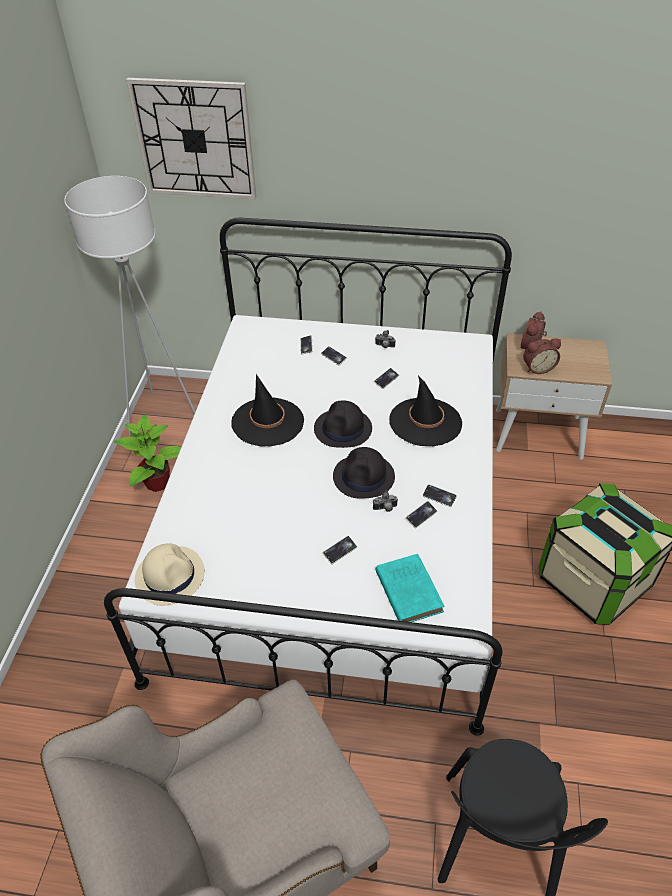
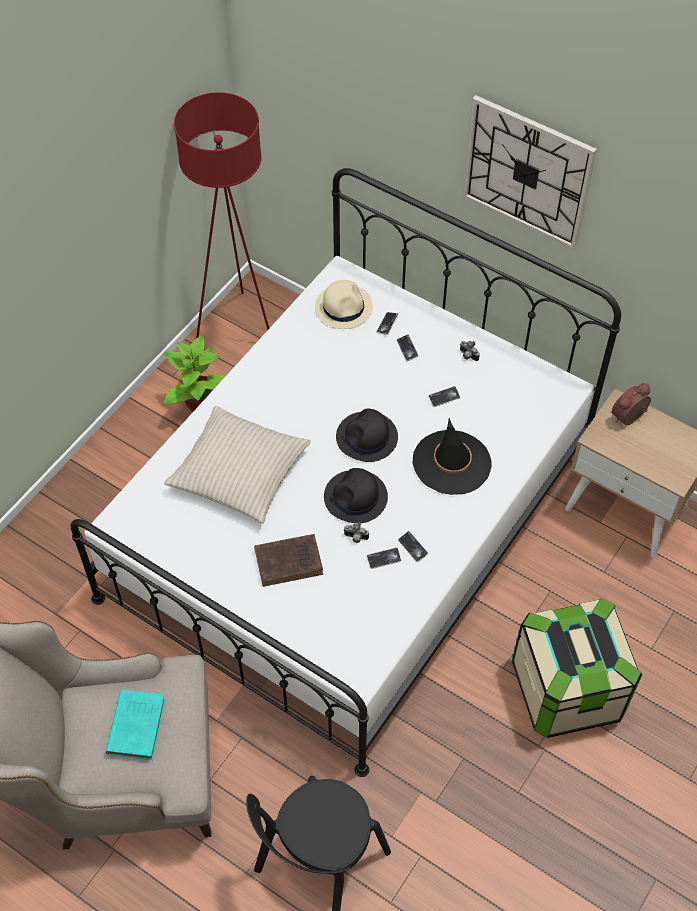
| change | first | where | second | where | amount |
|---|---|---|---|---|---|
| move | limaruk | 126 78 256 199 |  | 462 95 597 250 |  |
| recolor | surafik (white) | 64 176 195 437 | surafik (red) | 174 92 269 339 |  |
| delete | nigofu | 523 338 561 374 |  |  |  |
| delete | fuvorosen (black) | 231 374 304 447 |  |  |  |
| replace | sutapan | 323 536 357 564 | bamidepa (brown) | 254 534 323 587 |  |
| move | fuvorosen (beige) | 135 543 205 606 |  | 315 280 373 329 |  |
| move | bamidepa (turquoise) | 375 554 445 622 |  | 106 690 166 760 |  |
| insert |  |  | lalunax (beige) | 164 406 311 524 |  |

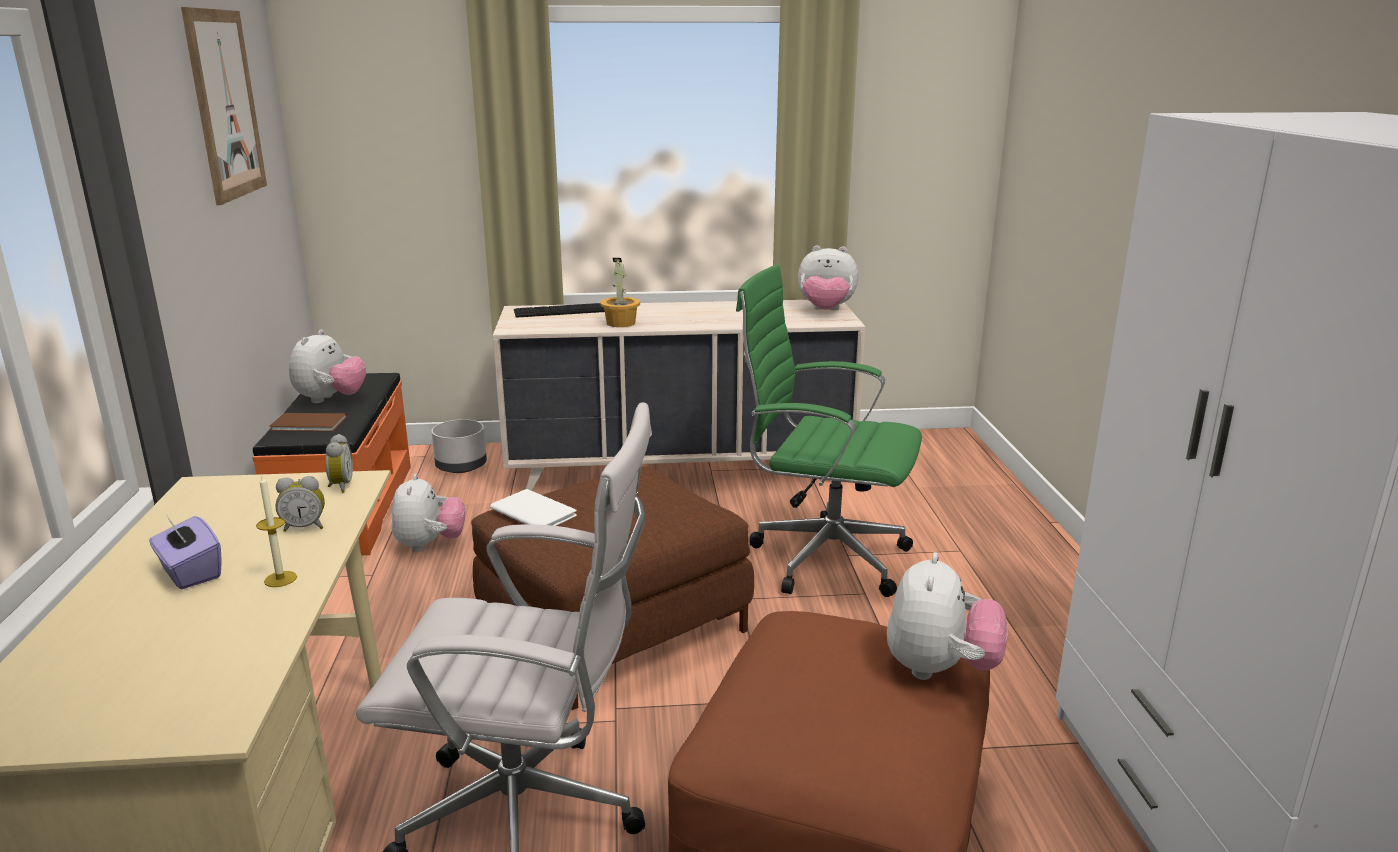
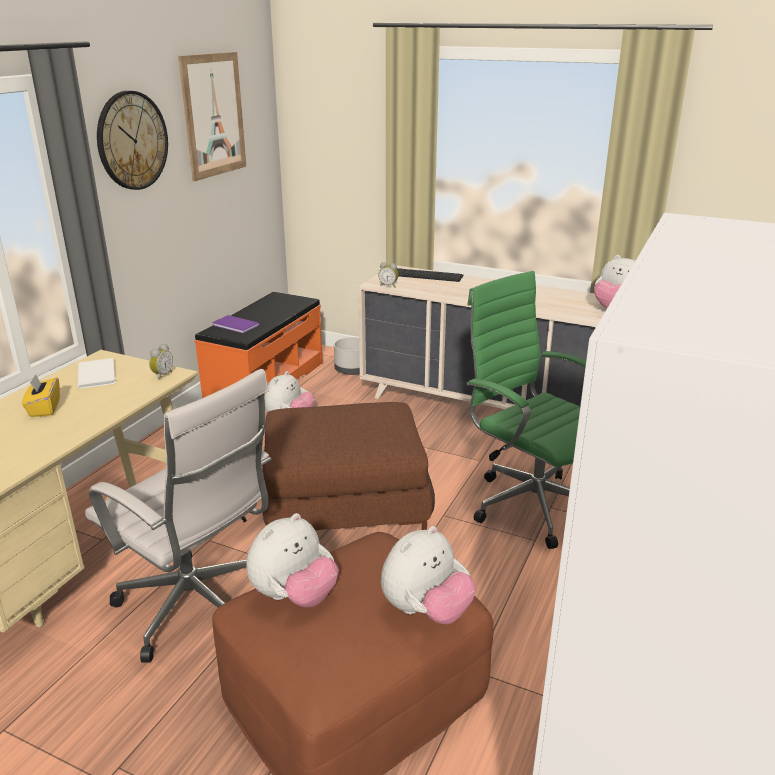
| change | first | where | second | where | amount |
|---|---|---|---|---|---|
| delete | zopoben | 600 258 640 327 |  |  |  |
| move | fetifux | 289 329 366 403 |  | 246 513 339 607 |  |
| recolor | bamidepa (brown) | 269 413 347 432 | bamidepa (purple) | 212 315 260 333 |  |
| delete | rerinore | 256 476 297 587 |  |  |  |
| move | nigofu | 276 476 325 532 |  | 378 262 398 288 |  |
| move | bamidepa (white) | 490 489 577 526 |  | 78 358 116 389 |  |
| recolor | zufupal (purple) | 149 516 222 589 | zufupal (yellow) | 22 374 60 417 |  |
| insert |  |  | limaruk | 97 91 168 190 |  |

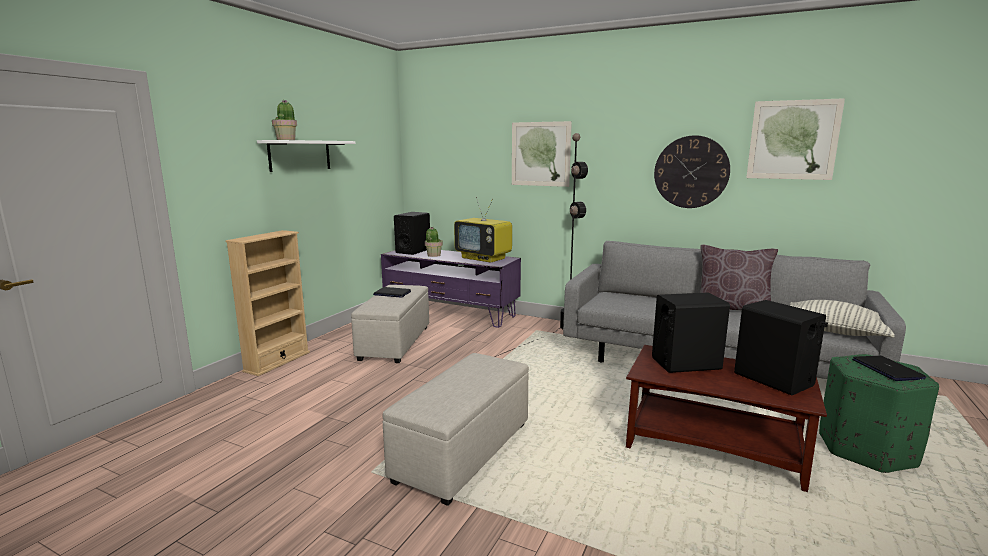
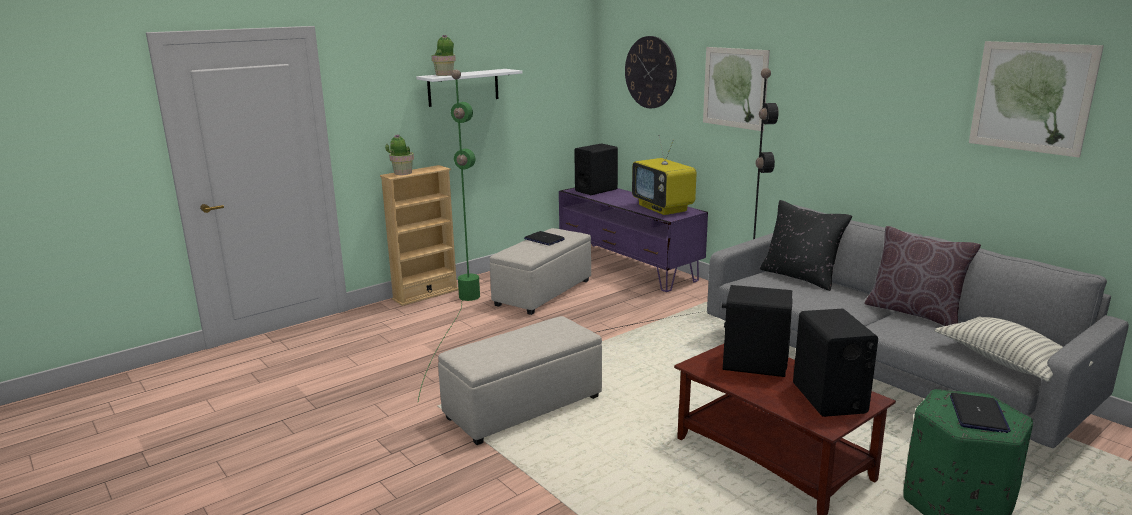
| change | first | where | second | where | amount |
|---|---|---|---|---|---|
| move | limaruk | 654 135 730 208 |  | 625 36 677 108 |  |
| move | zopoben | 425 227 443 257 |  | 385 134 414 175 |  |
| insert |  |  | surafik (green) | 418 70 480 401 |  |
| insert |  |  | lalunax (black) | 760 200 852 291 |  |

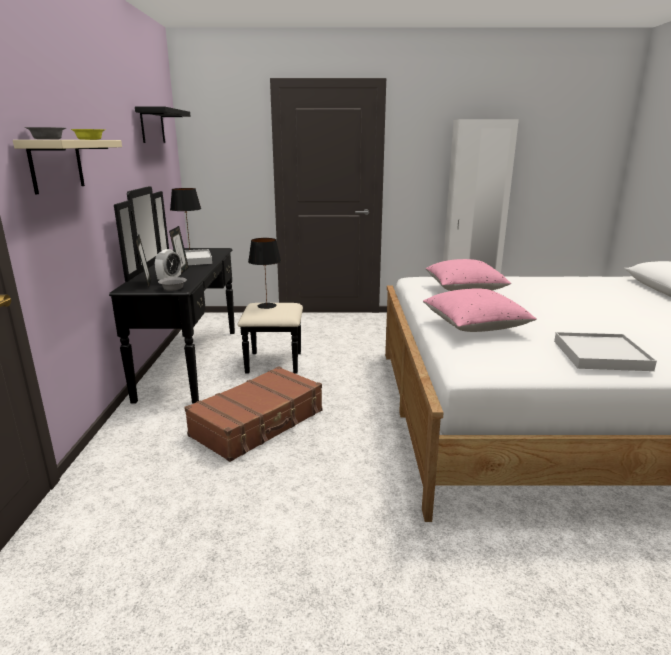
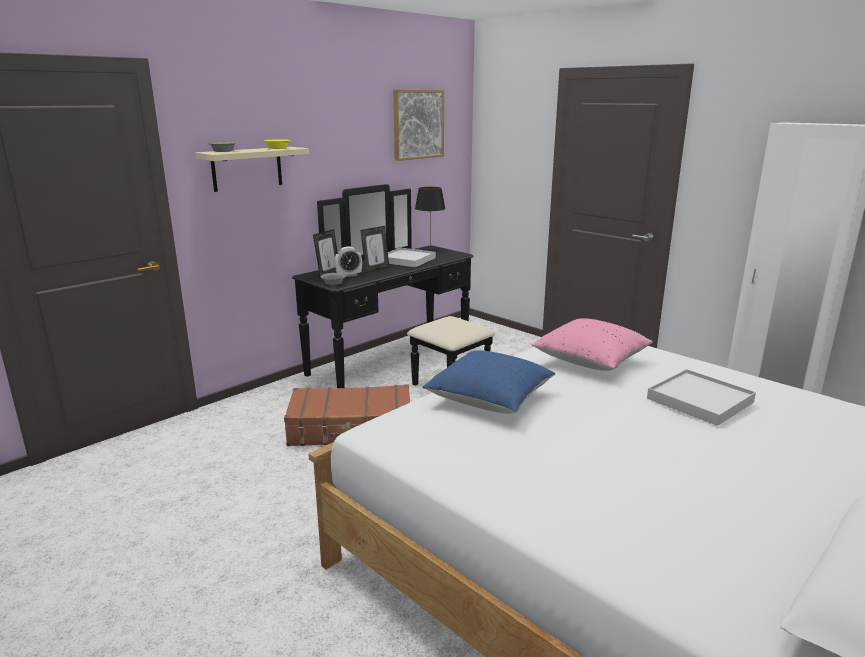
| change | first | where | second | where | amount |
|---|---|---|---|---|---|
| replace | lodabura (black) | 135 106 190 143 | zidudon | 393 90 444 161 |  |
| delete | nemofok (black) | 248 238 281 309 |  |  |  |
| recolor | lalunax (pink) | 423 288 537 332 | lalunax (blue) | 422 350 555 414 |  |
| move | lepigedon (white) | 554 332 657 371 |  | 647 369 756 426 |  |

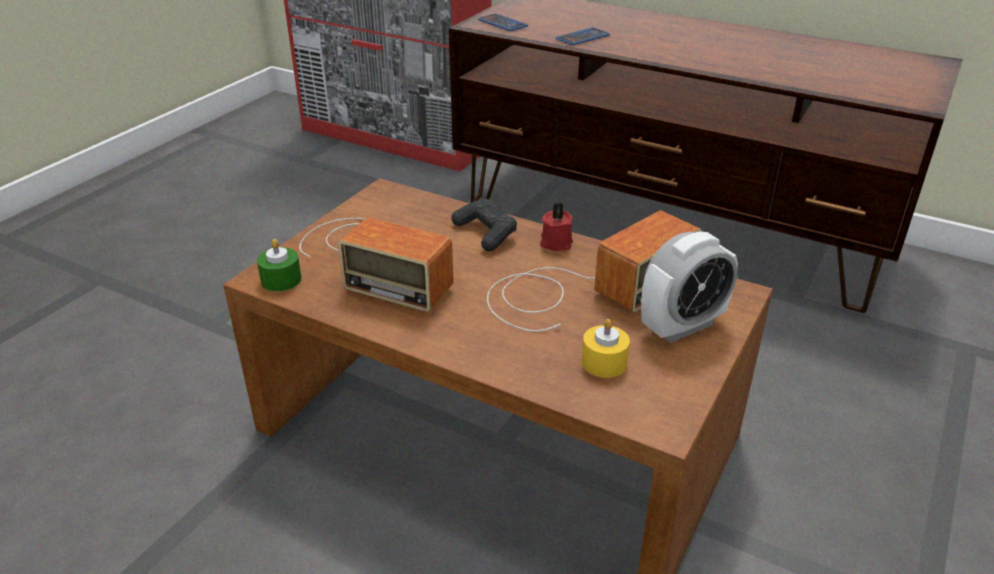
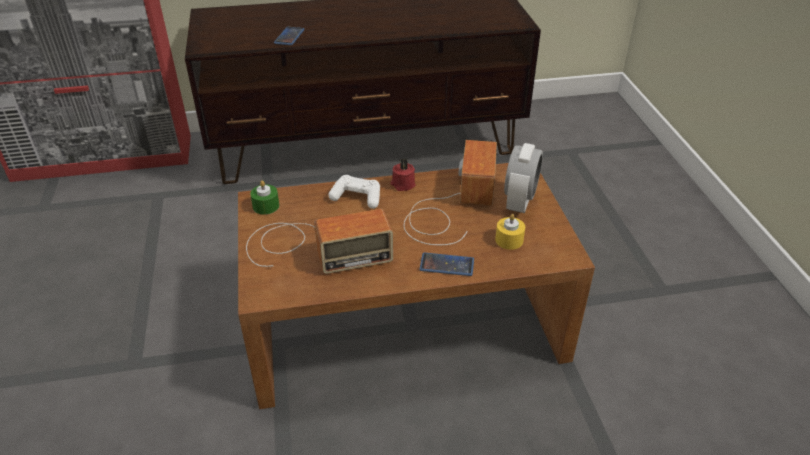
| change | first | where | second | where | amount |
|---|---|---|---|---|---|
| move | sutapan | 478 14 528 31 |  | 419 253 474 276 |  |
| recolor | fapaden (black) | 451 199 517 251 | fapaden (white) | 328 175 380 209 |  |
| move | rerinore (green) | 257 239 302 291 |  | 250 180 279 215 |  |

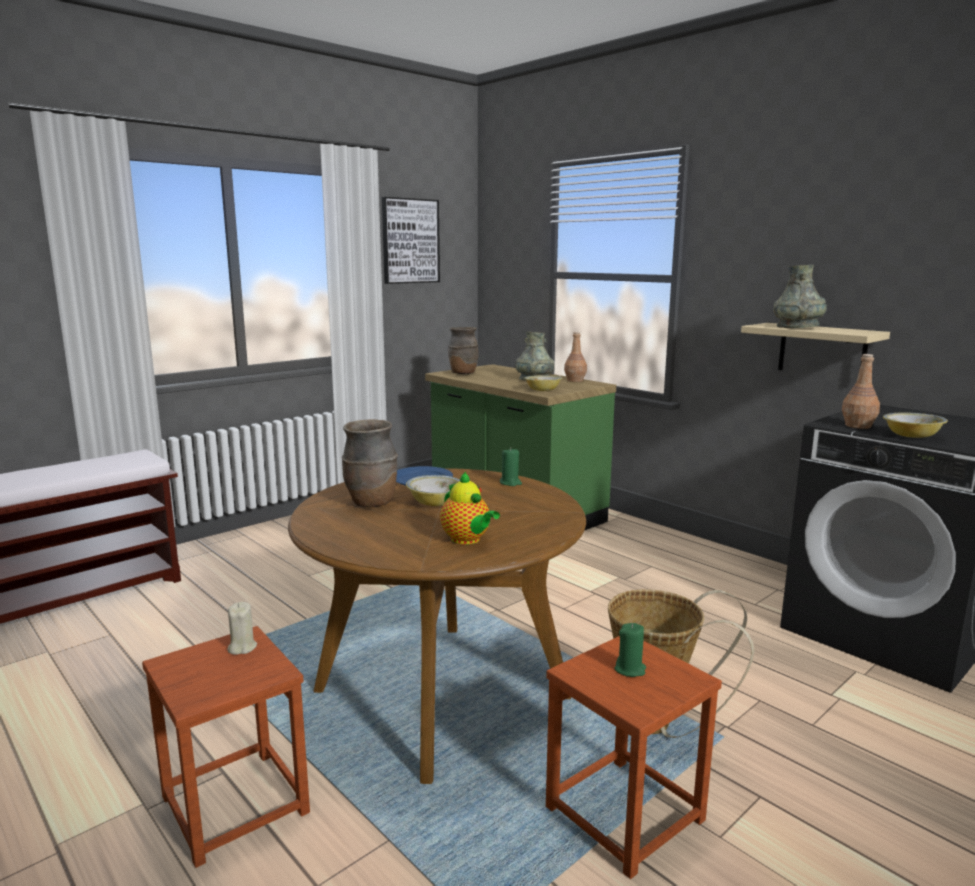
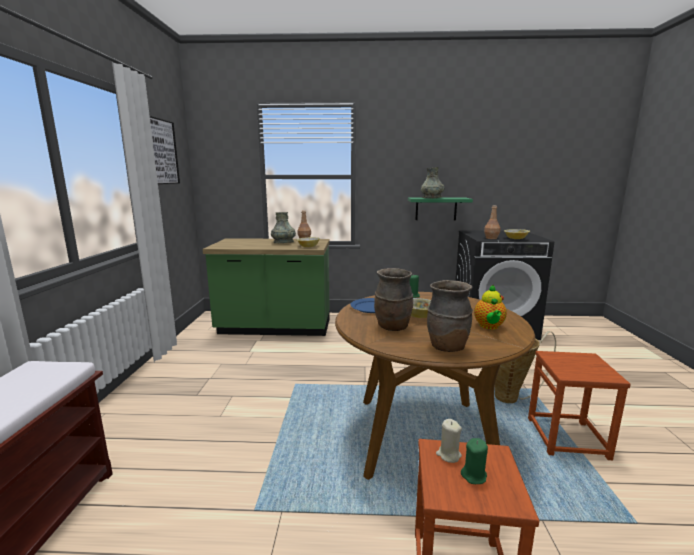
| change | first | where | second | where | amount |
|---|---|---|---|---|---|
| recolor | lodabura (beige) | 741 323 890 370 | lodabura (green) | 408 197 473 221 |  |
| move | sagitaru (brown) | 448 327 479 374 |  | 427 280 473 352 |  |
| rotate | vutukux | 440 472 500 545 |  | 474 285 507 330 | 90 degrees clockwise |
| move | rerinore (green) | 614 623 646 677 |  | 461 438 488 484 |  |

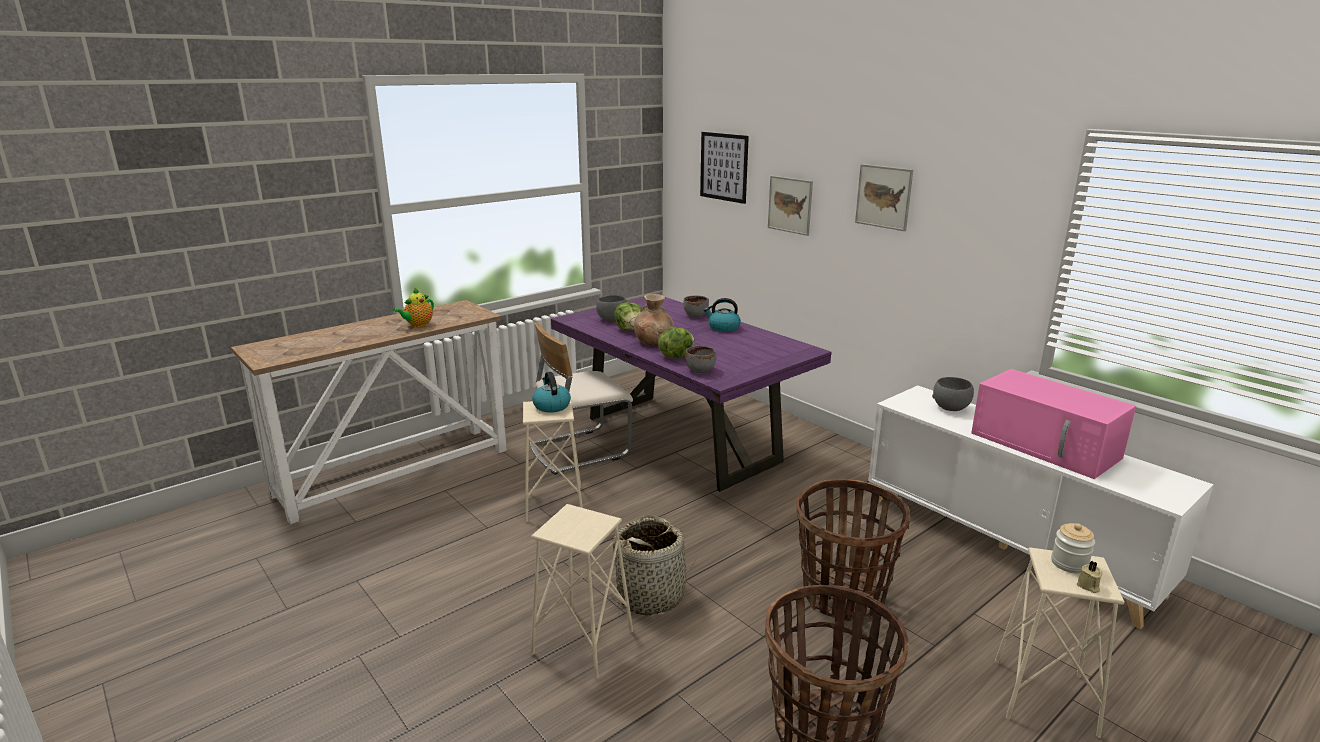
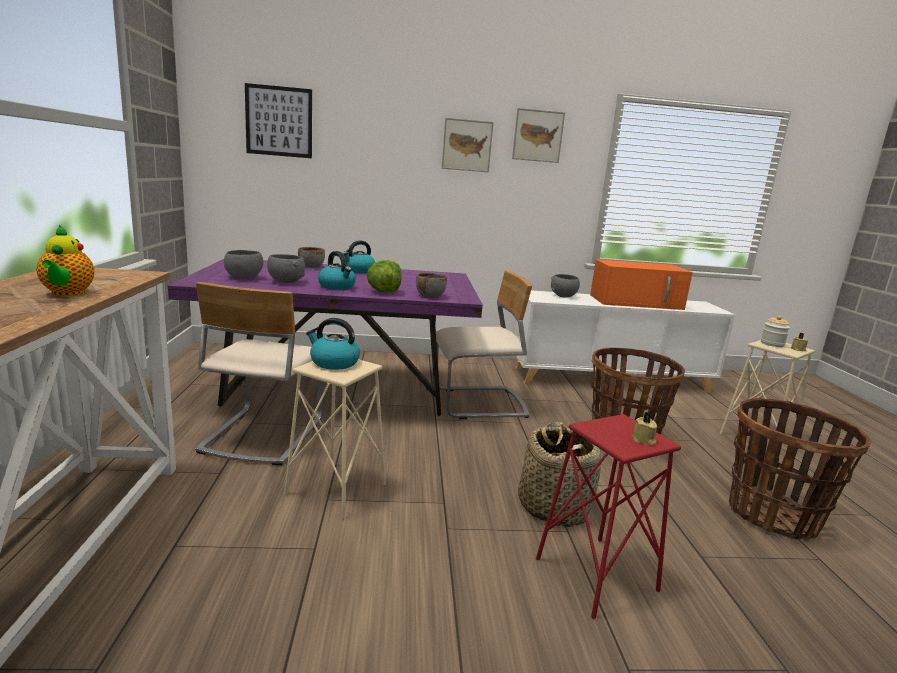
| change | first | where | second | where | amount |
|---|---|---|---|---|---|
| move | zidudon | 768 176 813 236 |  | 512 108 565 163 |  |
| replace | sagitaru (brown) | 634 294 674 346 | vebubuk | 318 251 356 290 |  |
| replace | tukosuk | 614 302 643 331 | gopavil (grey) | 267 254 306 283 |  |
| recolor | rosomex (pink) | 971 369 1136 479 | rosomex (orange) | 590 259 693 310 |  |
| recolor | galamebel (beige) | 531 504 633 679 | galamebel (red) | 536 414 681 619 |  |
| insert |  |  | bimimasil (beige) | 436 271 532 419 |  |
| insert |  |  | rerinore (beige) | 632 412 657 445 |  |

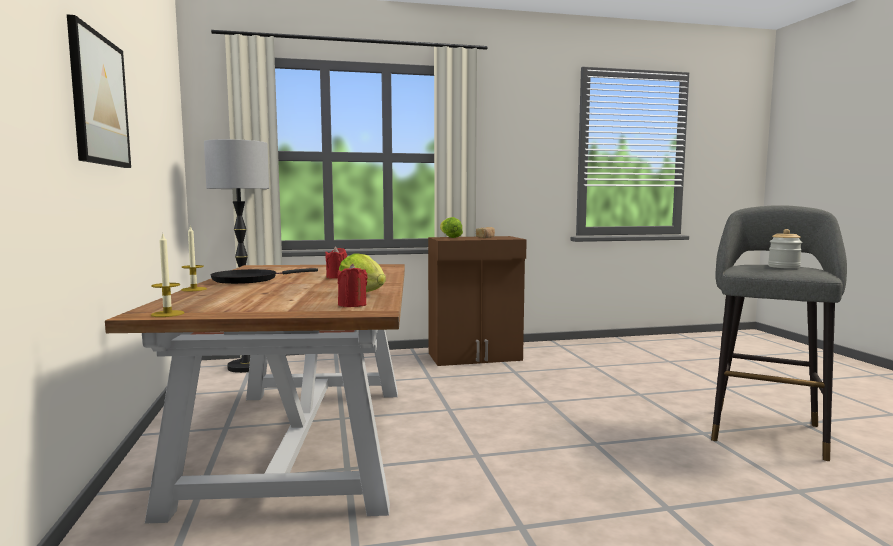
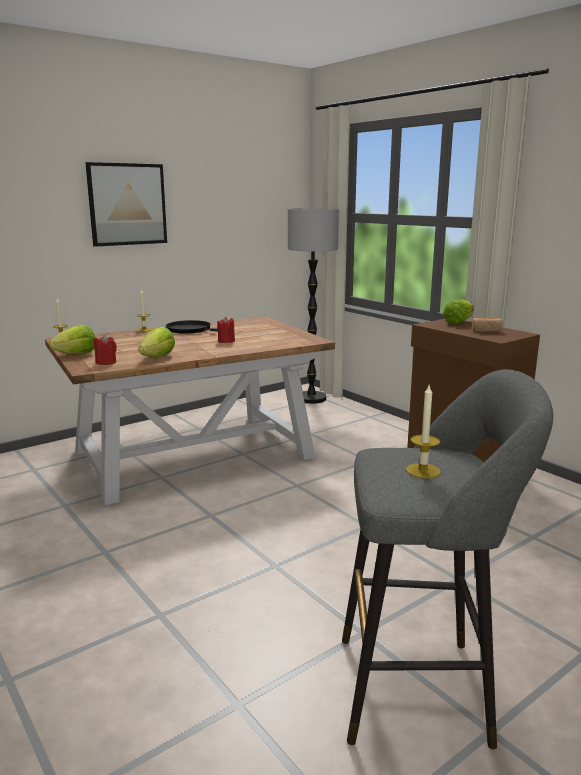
| change | first | where | second | where | amount |
|---|---|---|---|---|---|
| replace | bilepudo | 768 229 803 269 | rerinore | 406 385 440 478 |  |
| insert |  |  | tukosuk | 49 325 95 354 |  |

